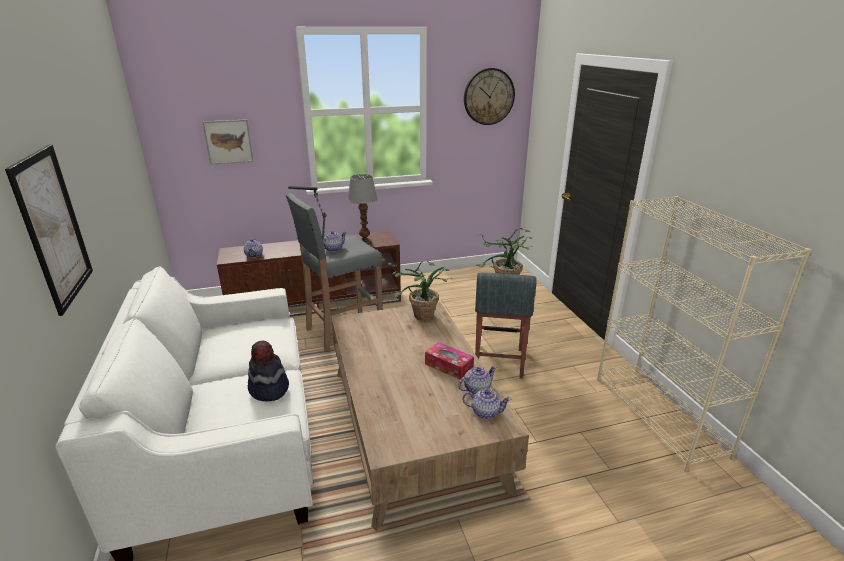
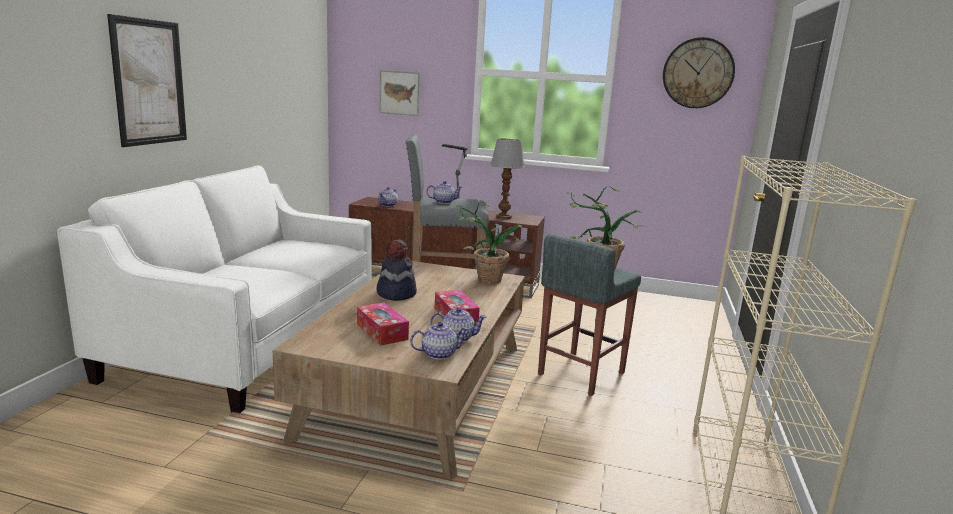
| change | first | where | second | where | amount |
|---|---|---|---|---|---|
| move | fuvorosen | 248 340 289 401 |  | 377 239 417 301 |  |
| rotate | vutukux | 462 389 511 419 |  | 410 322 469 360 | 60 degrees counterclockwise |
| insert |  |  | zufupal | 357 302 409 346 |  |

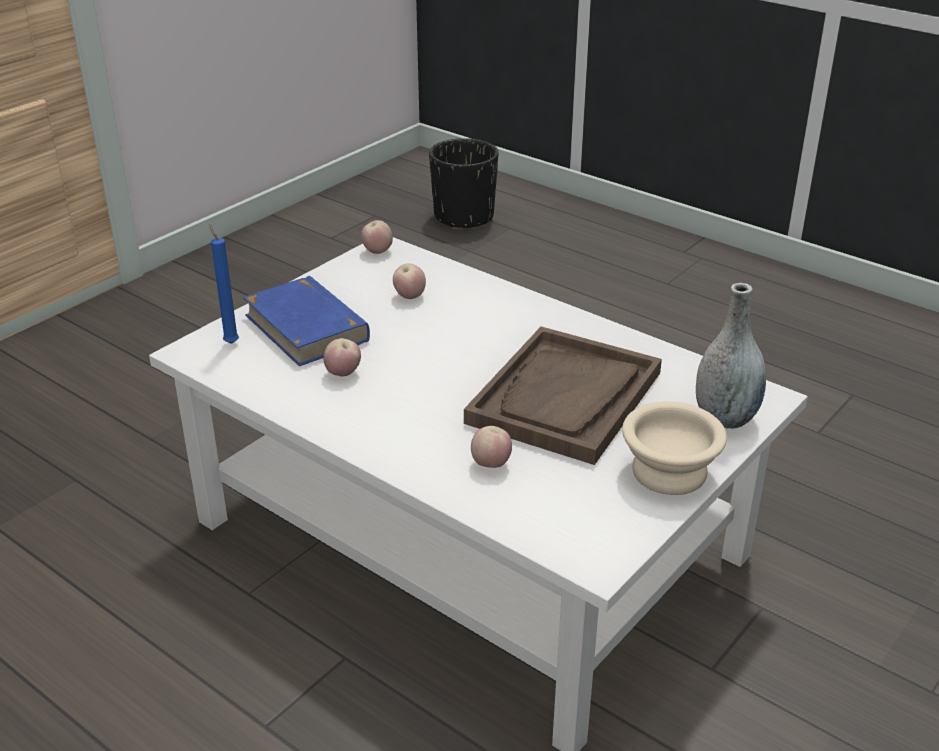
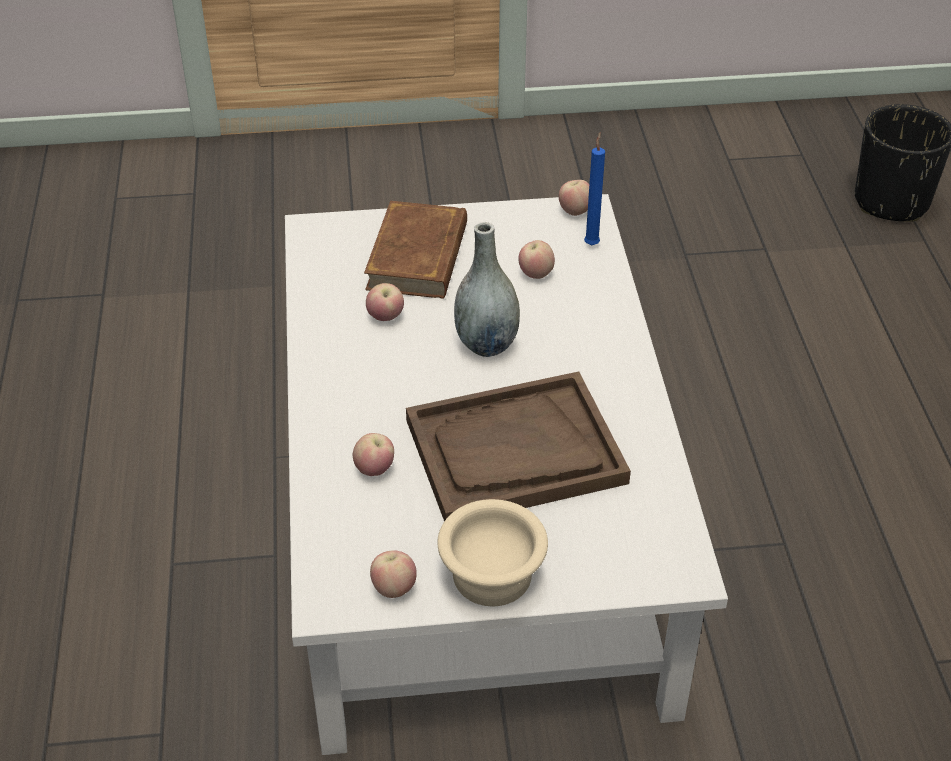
| change | first | where | second | where | amount |
|---|---|---|---|---|---|
| move | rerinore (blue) | 209 224 239 344 |  | 584 132 605 245 |  |
| recolor | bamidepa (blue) | 243 276 370 366 | bamidepa (brown) | 364 201 467 299 |  |
| move | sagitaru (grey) | 696 283 766 429 |  | 454 222 520 357 |  |
| insert |  |  | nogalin | 370 550 417 598 |  |

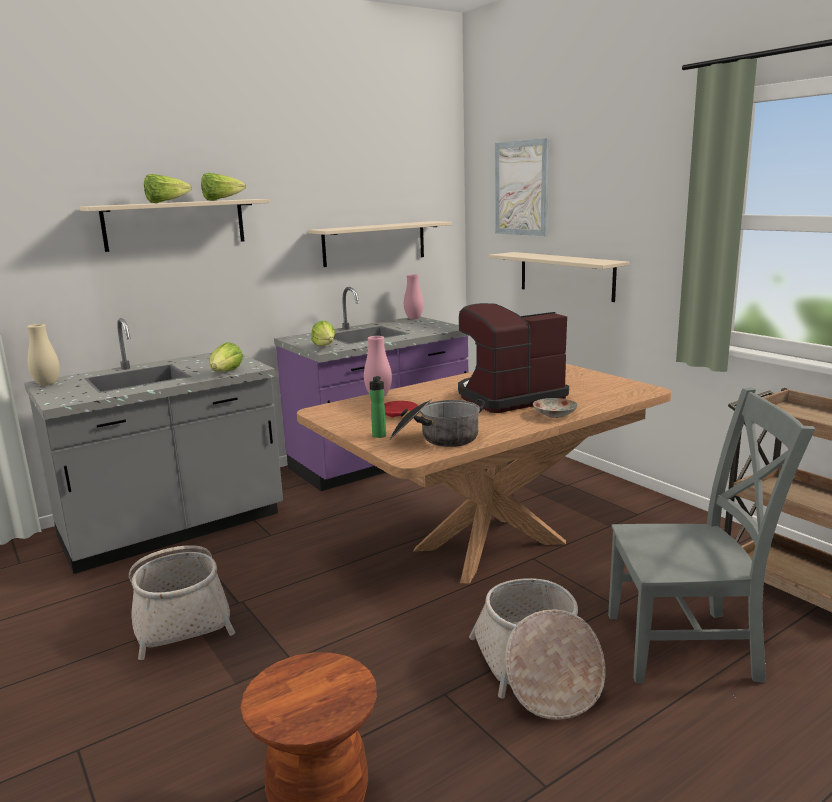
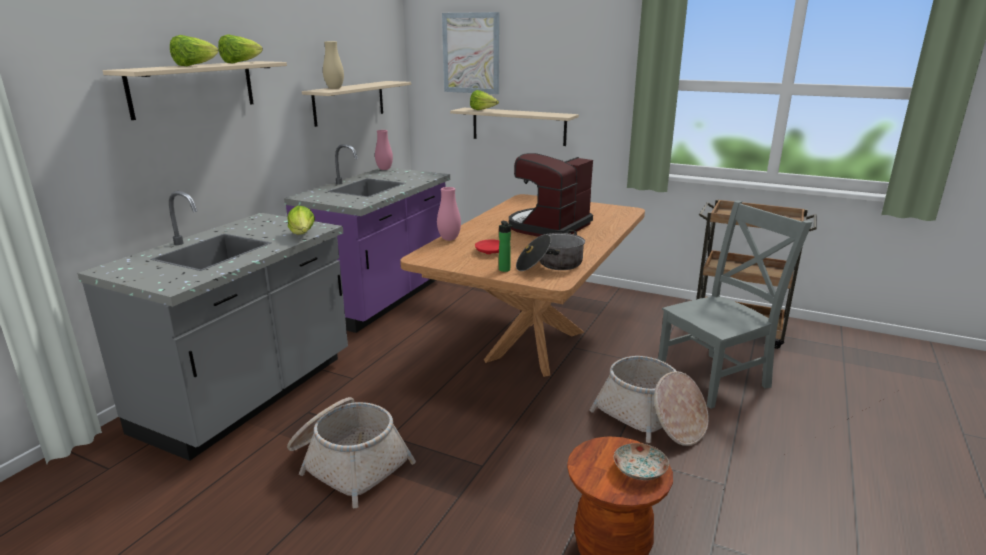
| change | first | where | second | where | amount |
|---|---|---|---|---|---|
| move | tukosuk | 312 321 335 346 |  | 470 90 499 110 |  |
| move | sagitaru (beige) | 27 324 59 386 |  | 323 41 344 89 |  |
| move | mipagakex | 533 398 578 418 |  | 614 443 669 480 |  |

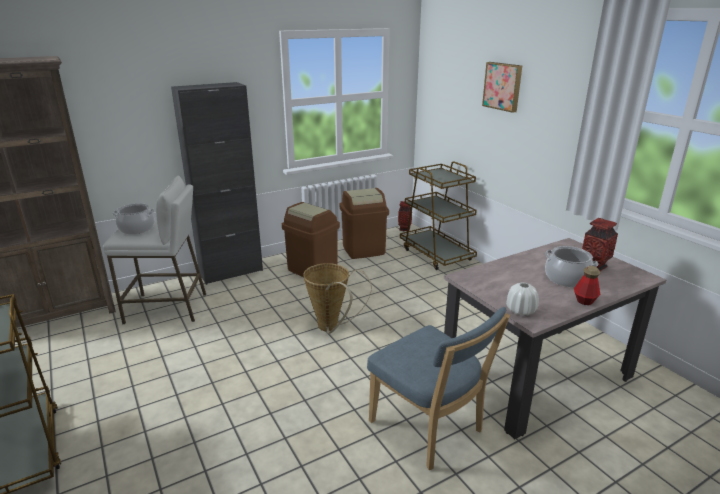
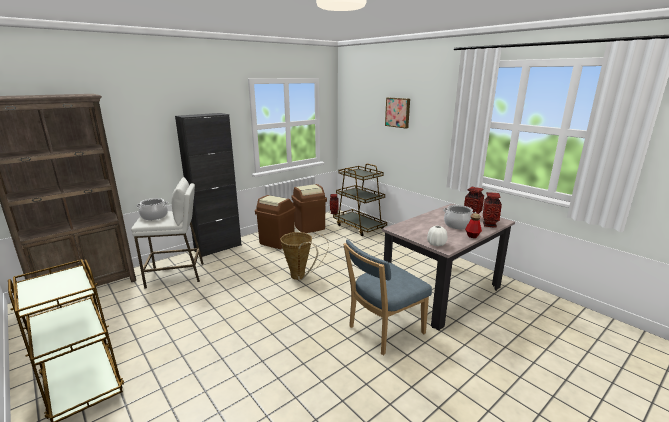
| change | first | where | second | where | amount |
|---|---|---|---|---|---|
| rotate | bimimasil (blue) | 367 307 510 470 |  | 343 239 432 355 | 105 degrees clockwise |
| insert |  |  | sagitaru | 483 192 502 228 |  |

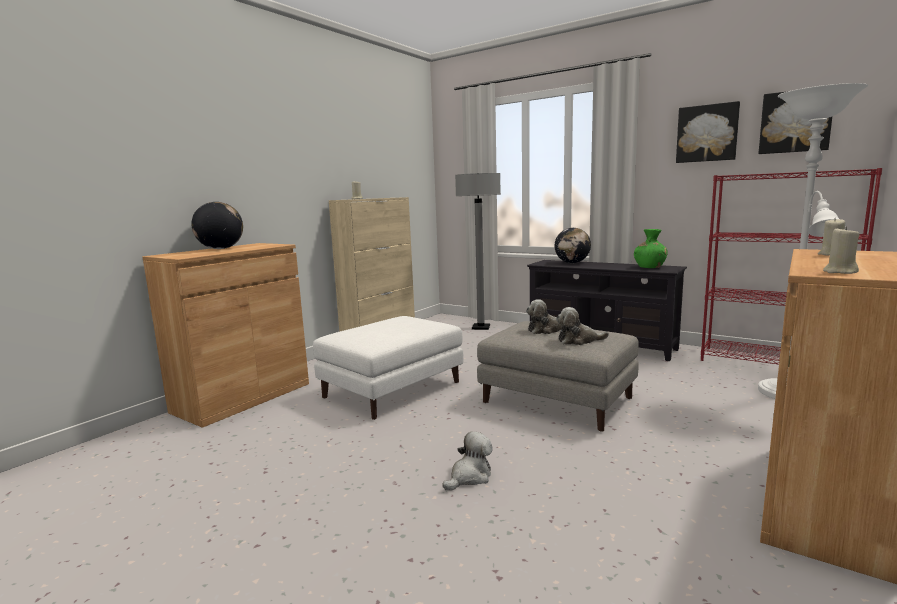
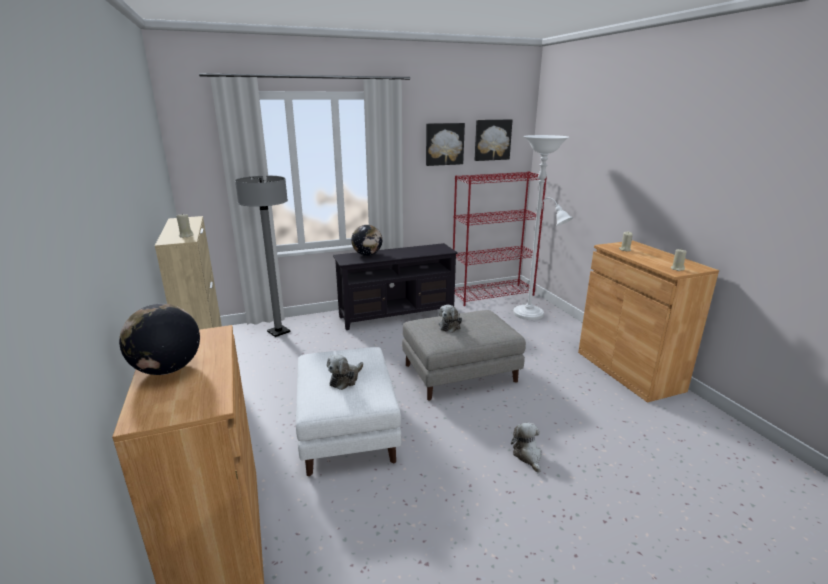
| change | first | where | second | where | amount |
|---|---|---|---|---|---|
| delete | sagitaru (green) | 634 229 668 268 |  |  |  |
| move | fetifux | 556 307 609 345 |  | 327 354 363 390 |  |

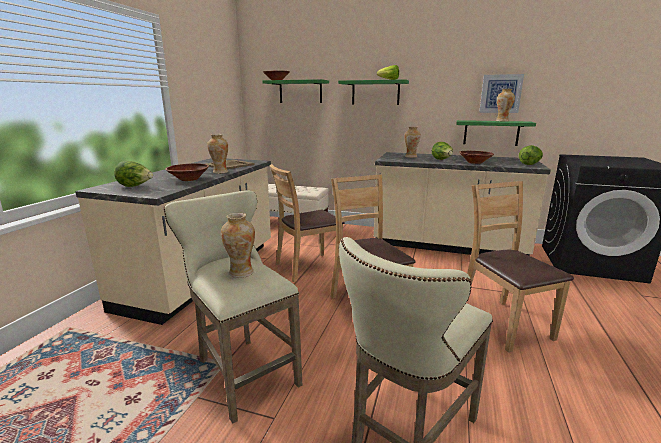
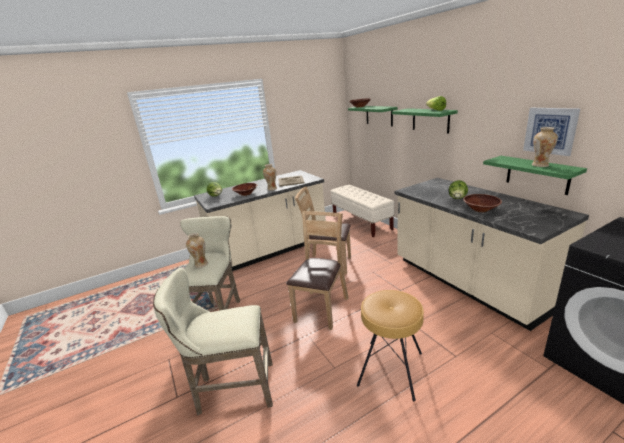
| change | first | where | second | where | amount |
|---|---|---|---|---|---|
| delete | sagitaru | 404 127 421 158 |  |  |  |
| delete | tukosuk | 519 145 543 165 |  |  |  |
| replace | bimimasil (brown) | 467 181 574 353 | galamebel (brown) | 357 290 424 401 |  |

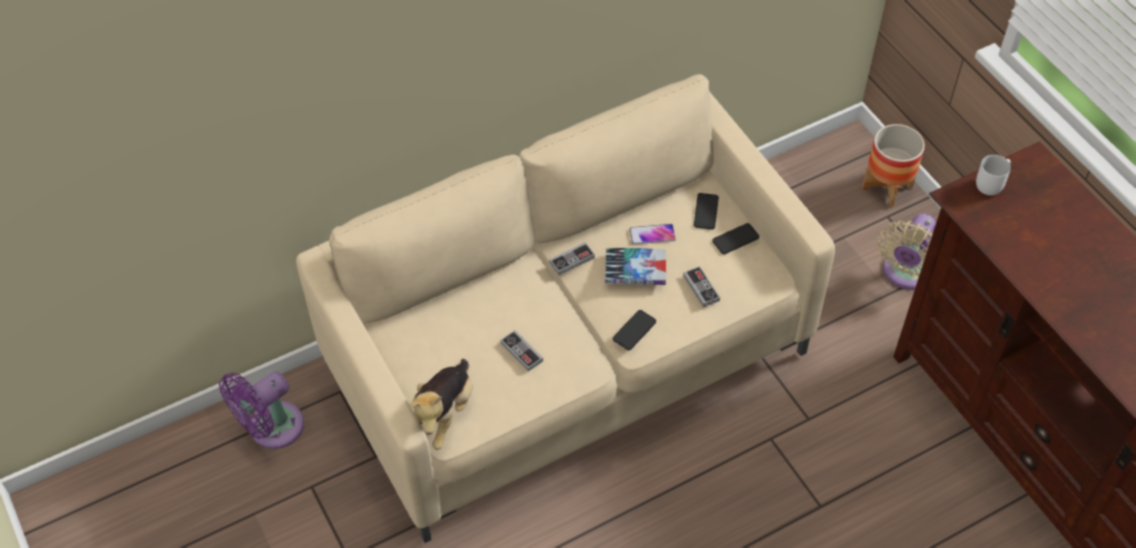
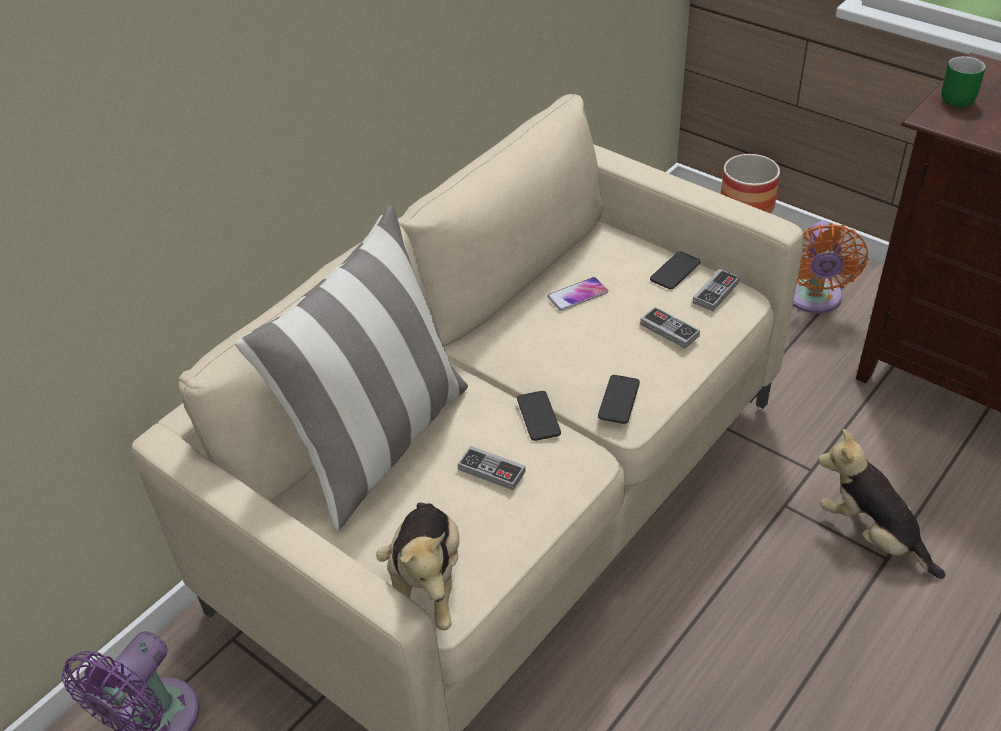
| change | first | where | second | where | amount |
|---|---|---|---|---|---|
| recolor | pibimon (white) | 976 155 1011 195 | pibimon (green) | 941 56 986 107 |  |
| move | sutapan | 694 193 719 230 |  | 517 391 561 441 |  |
| recolor | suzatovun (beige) | 877 213 936 290 | suzatovun (orange) | 793 221 868 313 |  |
| move | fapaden | 549 242 595 275 |  | 692 269 740 311 |  |
| delete | bamidepa | 605 248 666 285 |  |  |  |
| insert |  |  | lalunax | 235 205 468 531 |  |
| insert |  |  | fetifux | 818 429 945 579 |  |

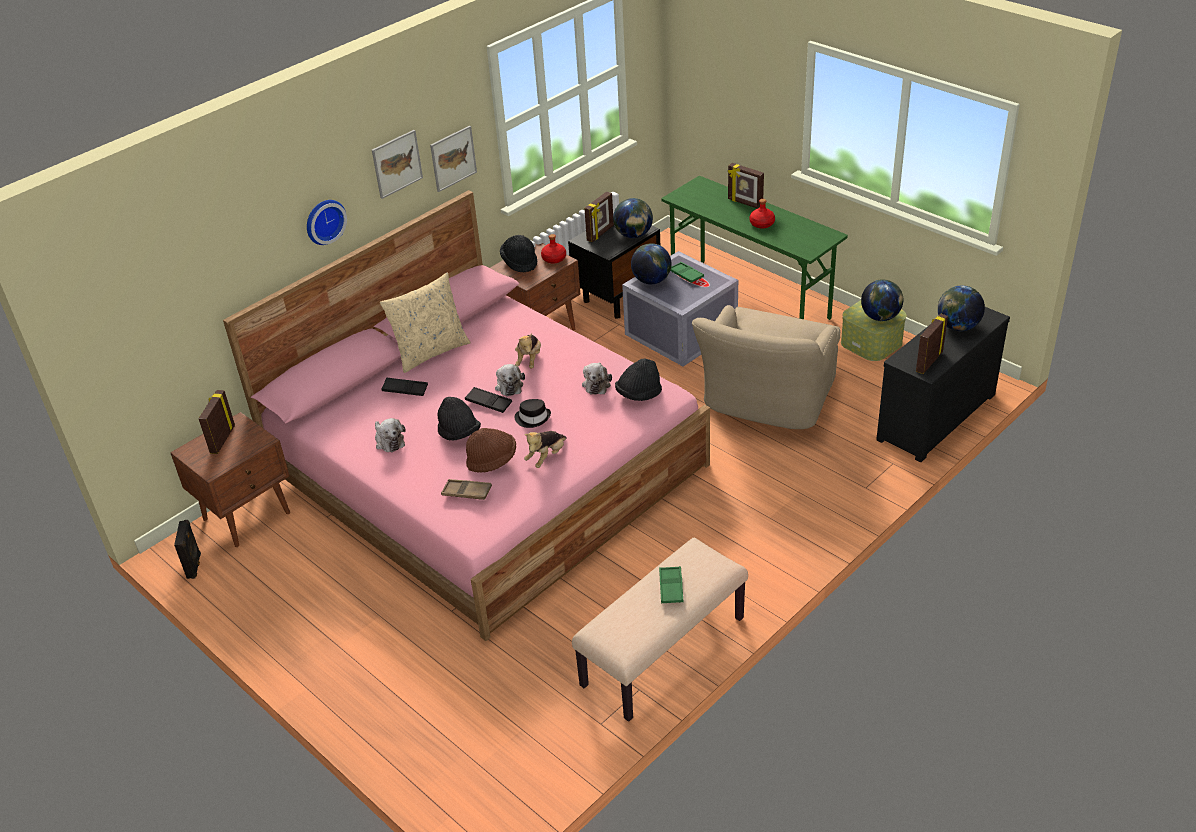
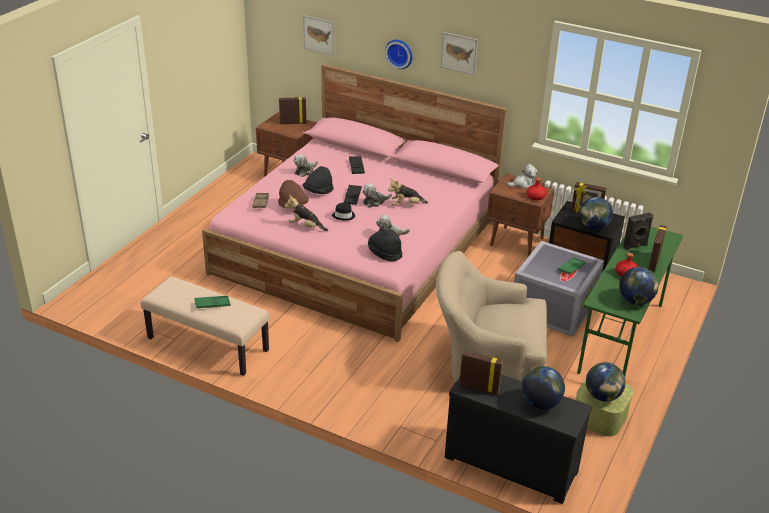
| change | first | where | second | where | amount |
|---|---|---|---|---|---|
| move | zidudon | 430 126 477 192 |  | 303 15 334 56 |  |
| replace | fuvorosen (black) | 500 235 537 272 | fetifux | 507 164 537 189 |  |
| move | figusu | 631 243 671 284 |  | 619 267 658 305 |  |
| delete | lalunax (beige) | 380 273 471 373 |  |  |  |
| move | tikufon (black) | 174 520 201 579 |  | 623 213 654 250 |  |

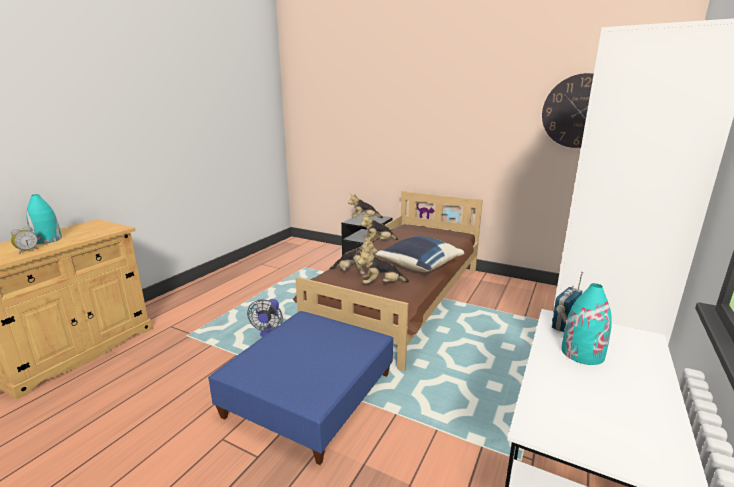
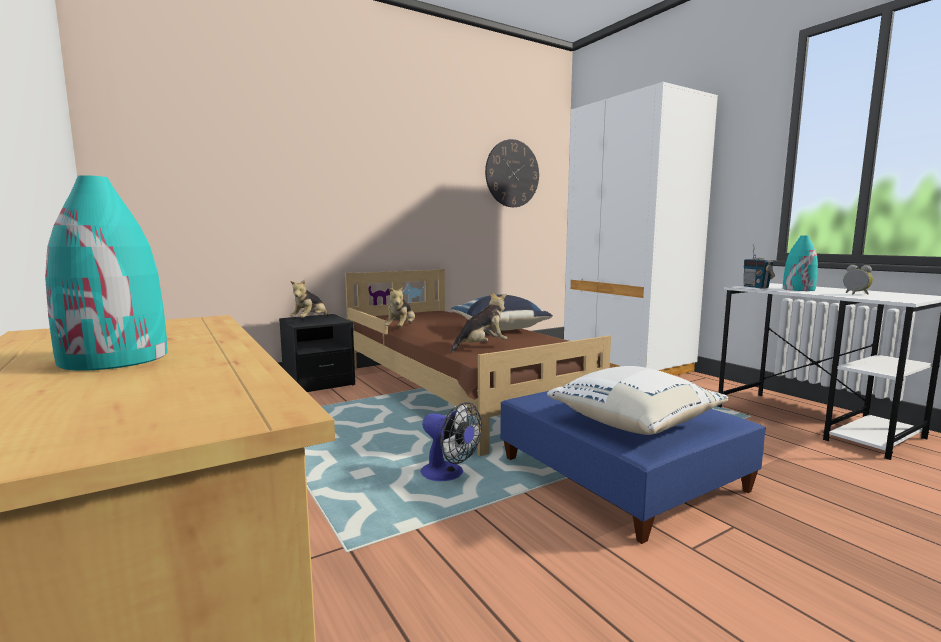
| change | first | where | second | where | amount |
|---|---|---|---|---|---|
| move | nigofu | 11 226 38 254 |  | 843 265 873 295 |  |
| delete | fetifux | 358 248 409 284 |  |  |  |
| insert |  |  | lalunax (white) | 547 366 728 435 |  |

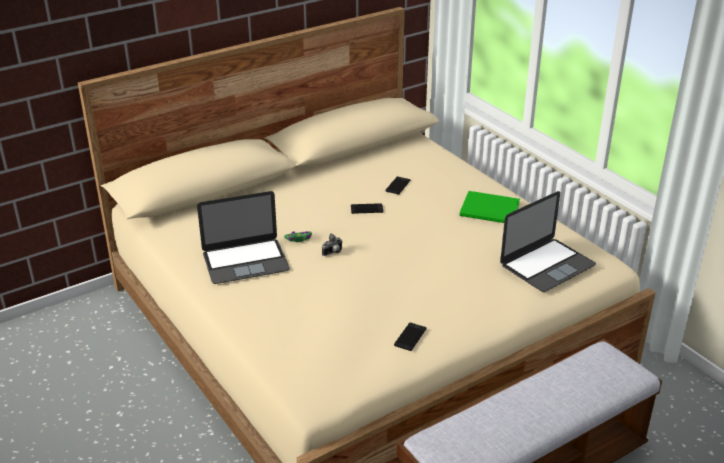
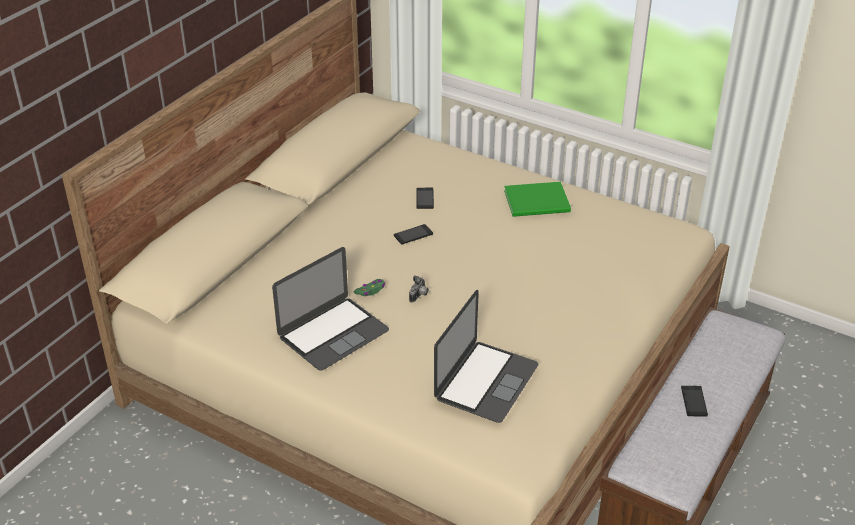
| change | first | where | second | where | amount |
|---|---|---|---|---|---|
| move | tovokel | 500 191 596 292 |  | 434 290 538 423 |  |
| move | sutapan | 394 323 427 351 |  | 681 386 708 417 |  |

